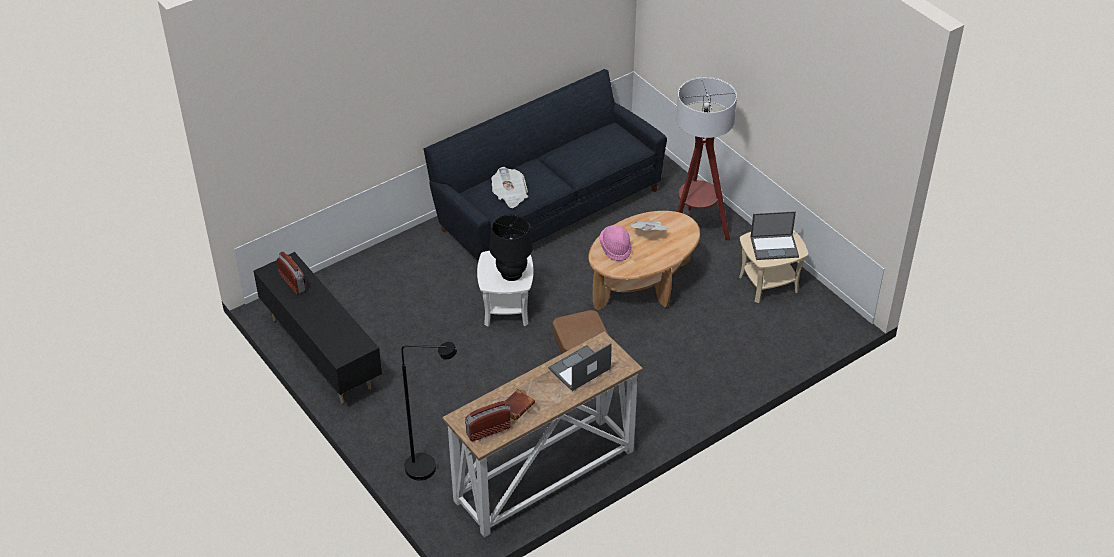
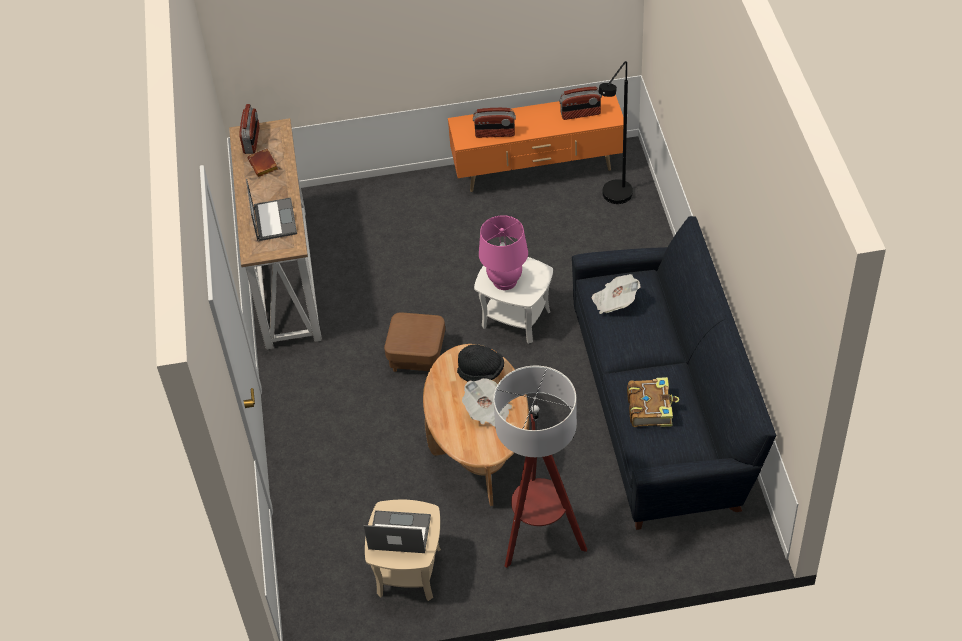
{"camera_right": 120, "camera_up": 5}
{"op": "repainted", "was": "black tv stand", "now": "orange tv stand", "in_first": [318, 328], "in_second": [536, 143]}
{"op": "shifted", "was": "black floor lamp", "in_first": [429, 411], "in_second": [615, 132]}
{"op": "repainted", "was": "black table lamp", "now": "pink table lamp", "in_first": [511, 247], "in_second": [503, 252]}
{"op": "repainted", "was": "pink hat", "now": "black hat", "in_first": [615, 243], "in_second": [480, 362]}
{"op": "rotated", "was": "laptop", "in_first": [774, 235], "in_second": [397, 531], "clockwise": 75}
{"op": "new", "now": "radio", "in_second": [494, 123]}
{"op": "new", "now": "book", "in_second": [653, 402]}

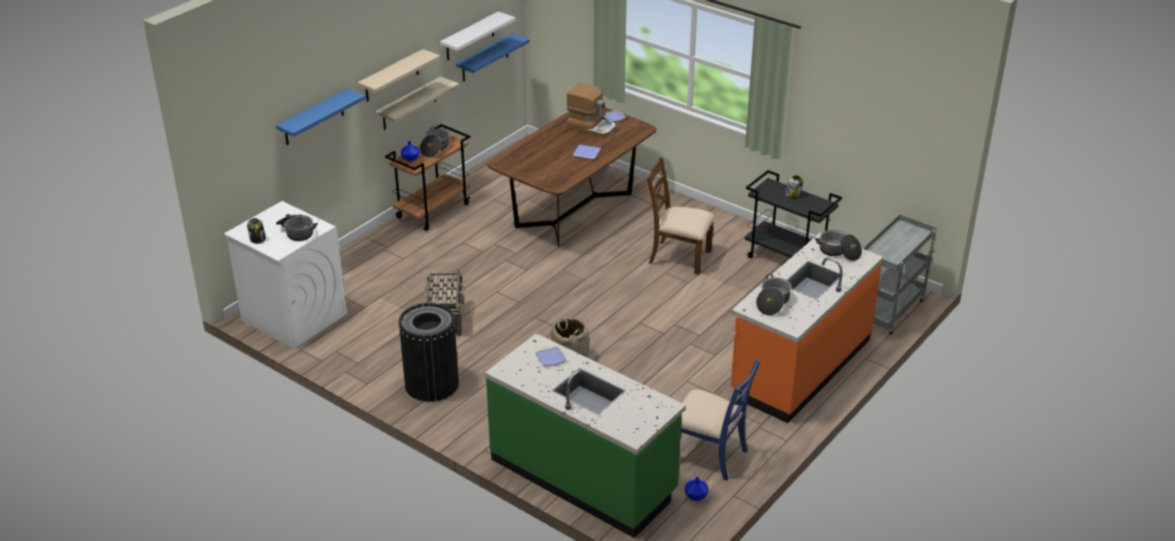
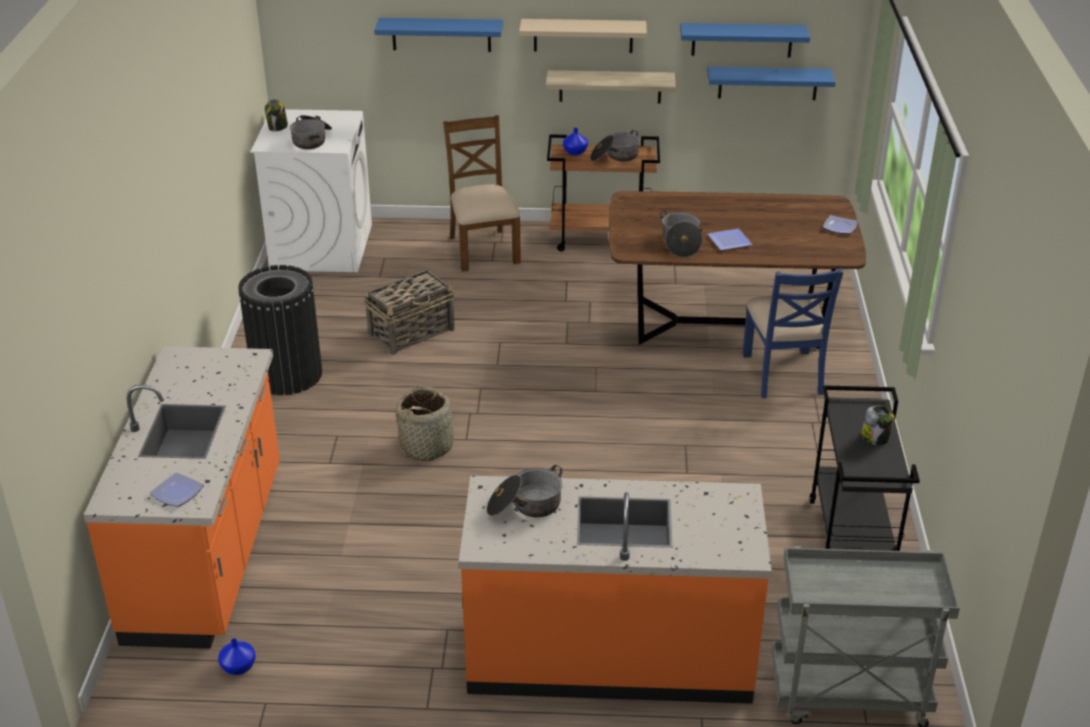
{"camera_right": 55, "camera_up": 0}
{"op": "repainted", "was": "white shelf", "now": "blue shelf", "in_first": [477, 35], "in_second": [745, 40]}
{"op": "repainted", "was": "green counter", "now": "orange counter", "in_first": [585, 435], "in_second": [182, 497]}
{"op": "shifted", "was": "plate", "in_first": [550, 356], "in_second": [177, 490]}
{"op": "gone", "was": "coffee machine", "in_first": [591, 110]}
{"op": "shifted", "was": "brown chair", "in_first": [681, 216], "in_second": [482, 193]}
{"op": "shifted", "was": "blue chair", "in_first": [720, 419], "in_second": [793, 333]}
{"op": "shifted", "was": "cooking pot", "in_first": [838, 245], "in_second": [681, 234]}

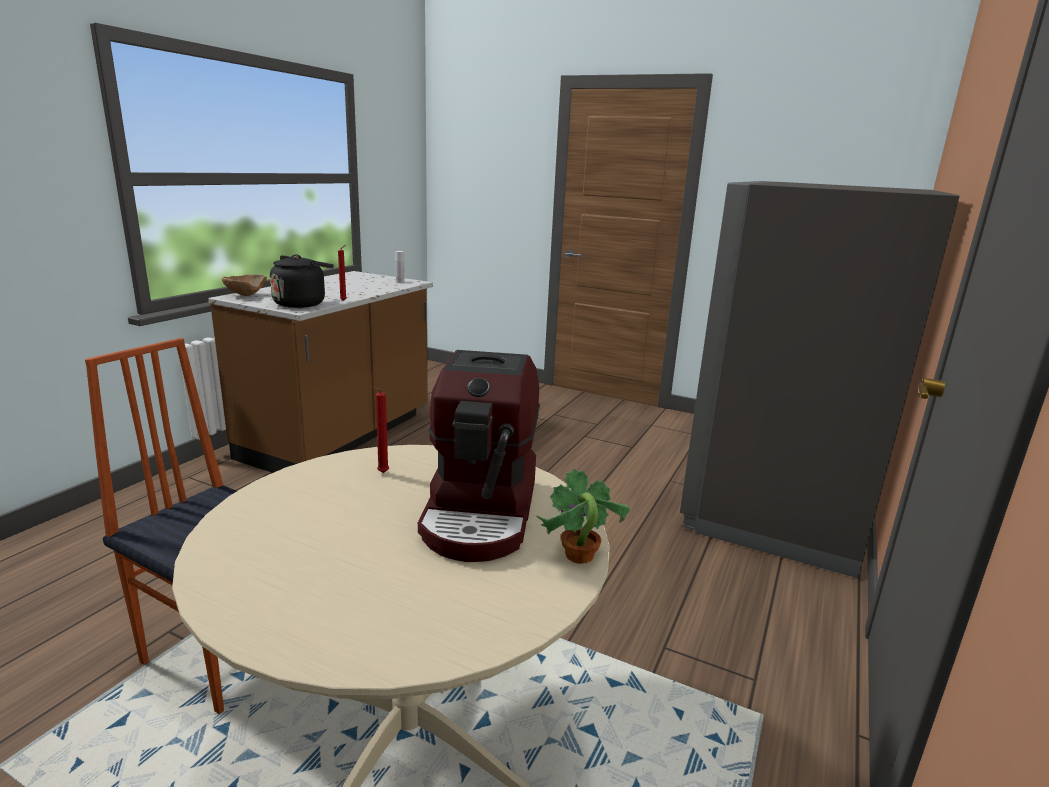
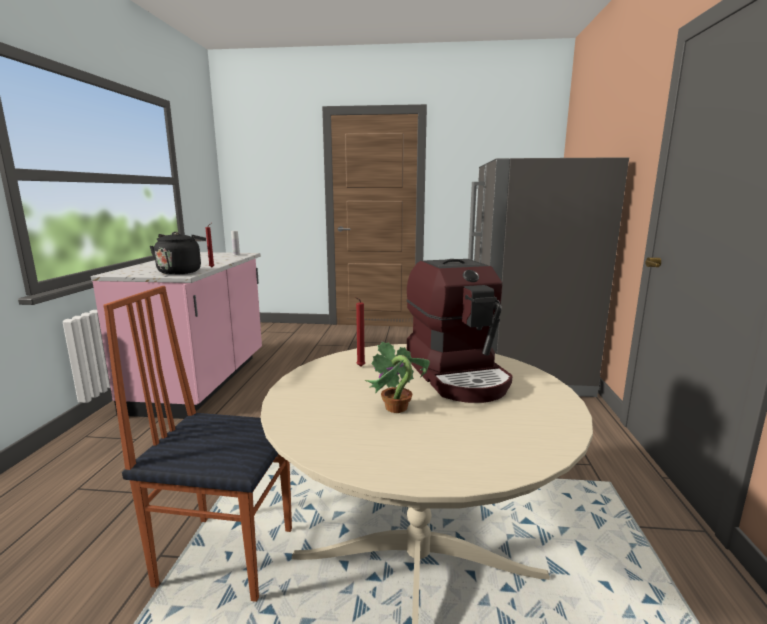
{"camera_right": -20, "camera_up": -5}
{"op": "repainted", "was": "brown counter", "now": "pink counter", "in_first": [320, 372], "in_second": [176, 335]}
{"op": "gone", "was": "brown bowl", "in_first": [244, 285]}
{"op": "shifted", "was": "potted plant", "in_first": [583, 516], "in_second": [397, 377]}

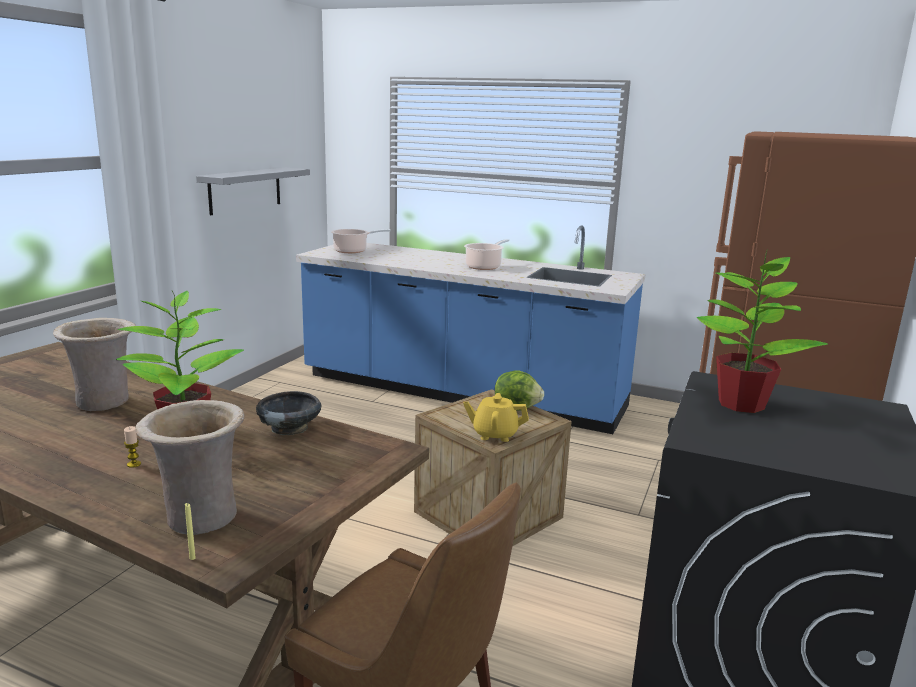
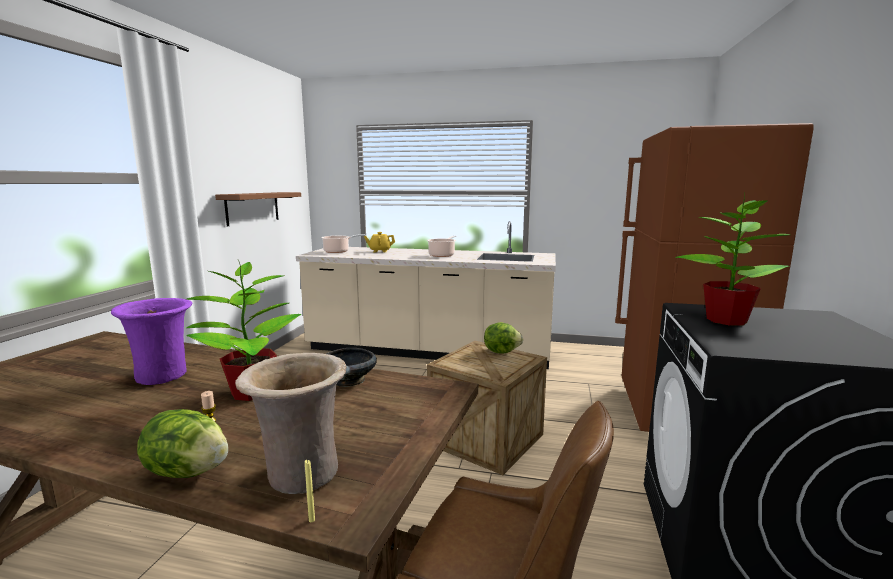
{"camera_right": -10, "camera_up": -5}
{"op": "repainted", "was": "beige vase", "now": "purple vase", "in_first": [94, 364], "in_second": [152, 341]}
{"op": "repainted", "was": "grey shelf", "now": "brown shelf", "in_first": [253, 191], "in_second": [258, 209]}
{"op": "repainted", "was": "blue counter", "now": "beige counter", "in_first": [471, 329], "in_second": [426, 295]}
{"op": "shifted", "was": "yellow teapot", "in_first": [496, 417], "in_second": [379, 242]}
{"op": "new", "now": "lettuce", "in_second": [182, 443]}

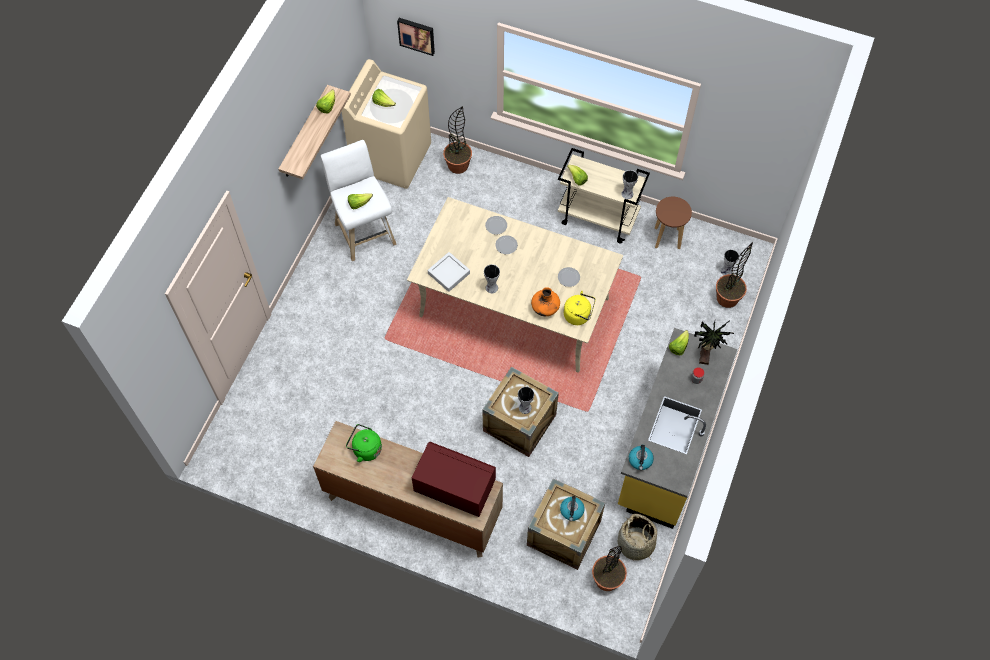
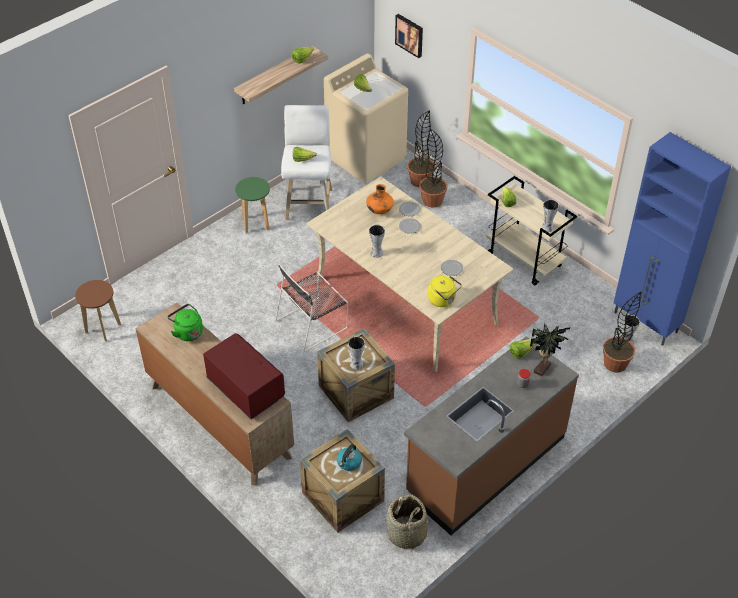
{"camera_right": 25, "camera_up": -15}
{"op": "gone", "was": "grey tray", "in_first": [449, 272]}
{"op": "shifted", "was": "orange vase", "in_first": [545, 301], "in_second": [380, 199]}
{"op": "shifted", "was": "potted plant", "in_first": [609, 568], "in_second": [433, 167]}
{"op": "repainted", "was": "yellow counter", "now": "brown counter", "in_first": [677, 428], "in_second": [491, 435]}
{"op": "gone", "was": "kettle", "in_first": [641, 457]}
{"op": "shifted", "was": "brown stool", "in_first": [673, 223], "in_second": [98, 310]}
{"op": "new", "now": "green stool", "in_second": [252, 205]}
{"op": "new", "now": "black chair", "in_second": [311, 307]}
{"op": "new", "now": "blue cabinet", "in_second": [672, 239]}

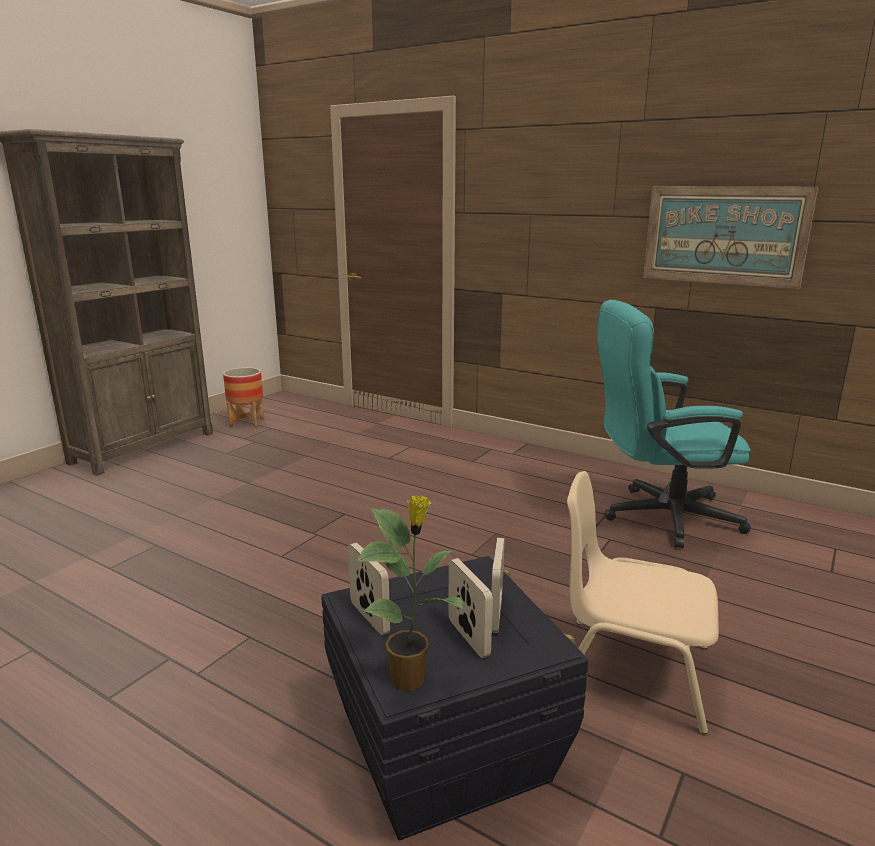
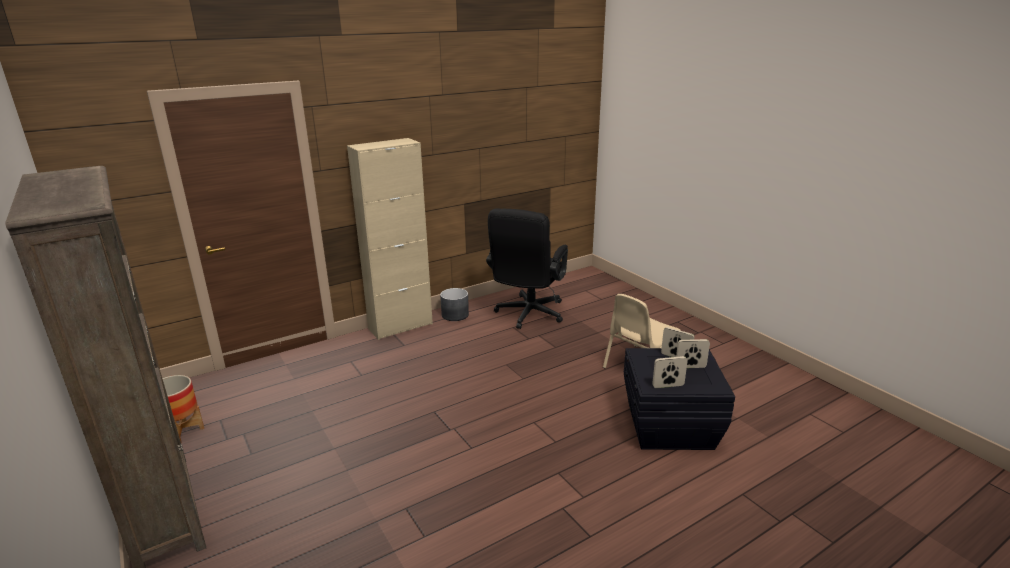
{"camera_right": -65, "camera_up": 5}
{"op": "gone", "was": "potted plant", "in_first": [409, 593]}
{"op": "repainted", "was": "turquoise office chair", "now": "black office chair", "in_first": [674, 424], "in_second": [527, 268]}
{"op": "gone", "was": "picture", "in_first": [730, 237]}
{"op": "new", "now": "beige cabinet", "in_second": [390, 239]}
{"op": "new", "now": "grey planter", "in_second": [454, 304]}

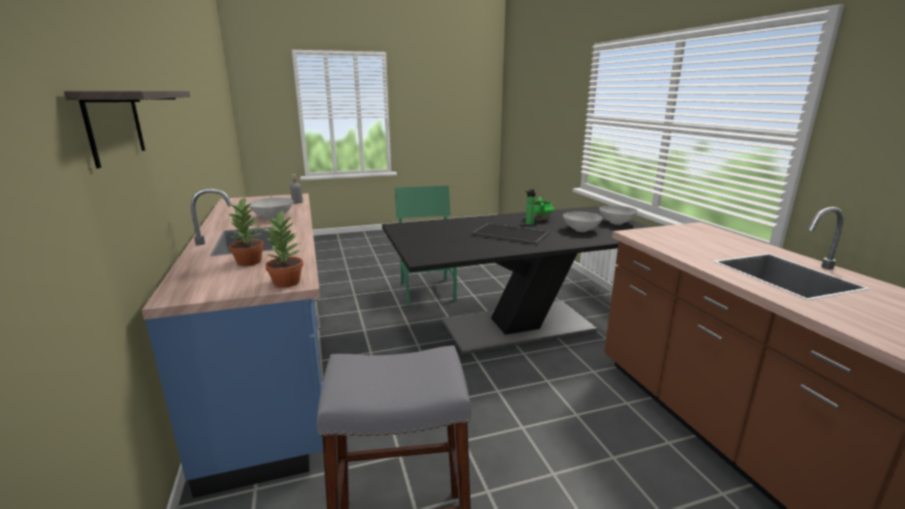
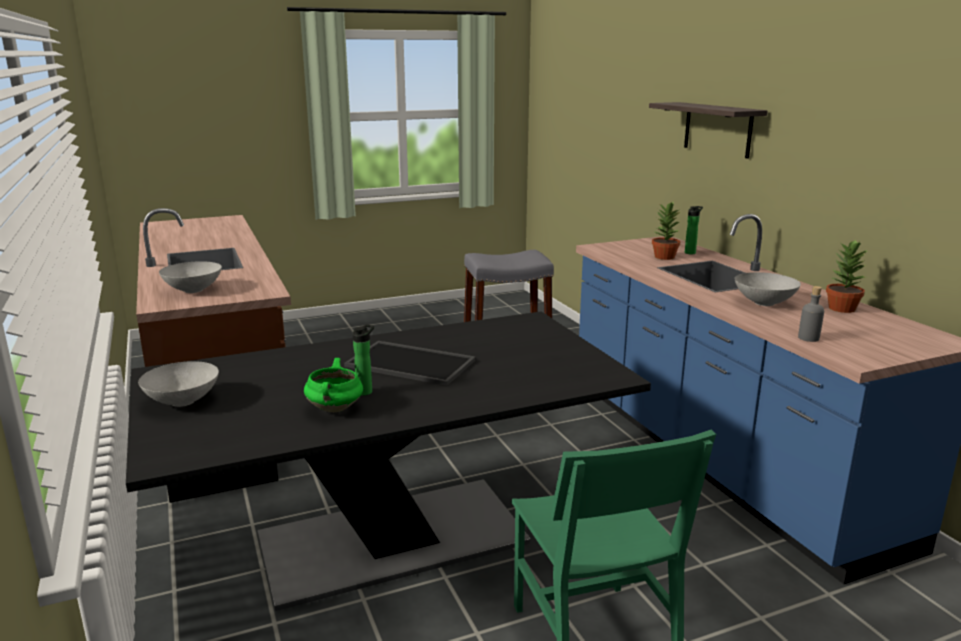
{"camera_right": 175, "camera_up": 0}
{"op": "shifted", "was": "potted plant", "in_first": [282, 249], "in_second": [846, 276]}
{"op": "shifted", "was": "grey bowl", "in_first": [583, 222], "in_second": [190, 277]}
{"op": "new", "now": "bottle", "in_second": [694, 230]}

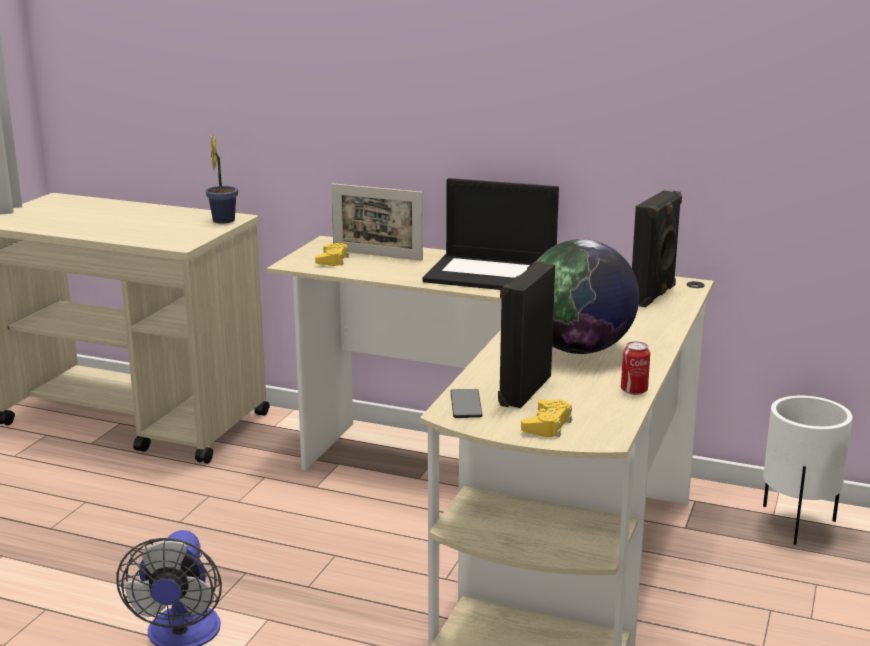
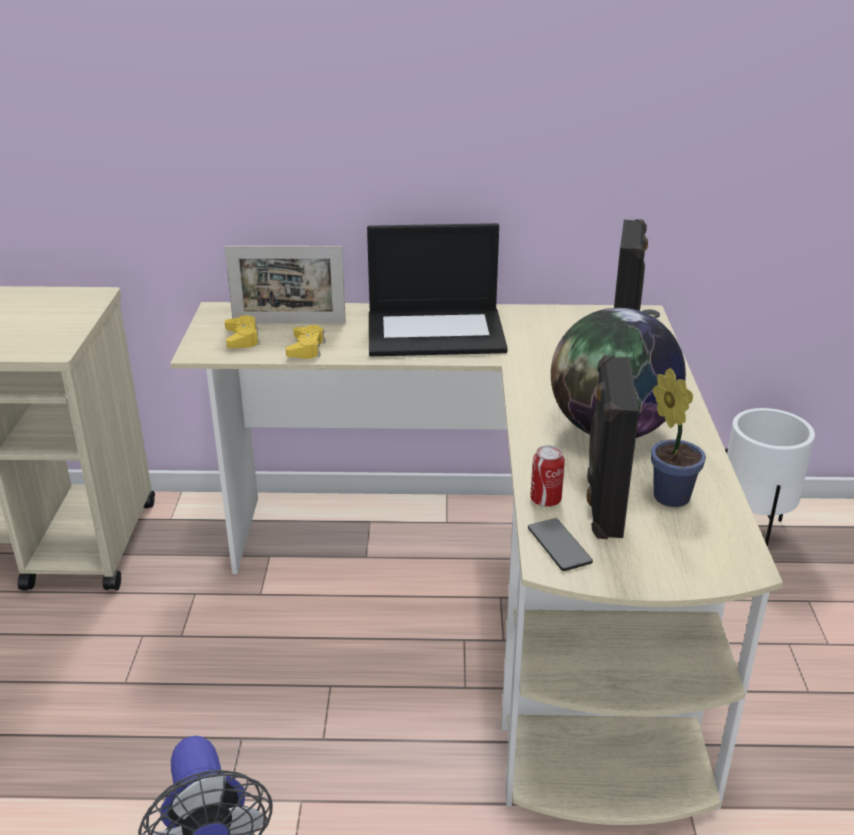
{"camera_right": -20, "camera_up": 10}
{"op": "shifted", "was": "potted plant", "in_first": [222, 179], "in_second": [678, 437]}
{"op": "shifted", "was": "yellow game controller", "in_first": [546, 418], "in_second": [305, 342]}
{"op": "shifted", "was": "can", "in_first": [635, 368], "in_second": [547, 476]}

